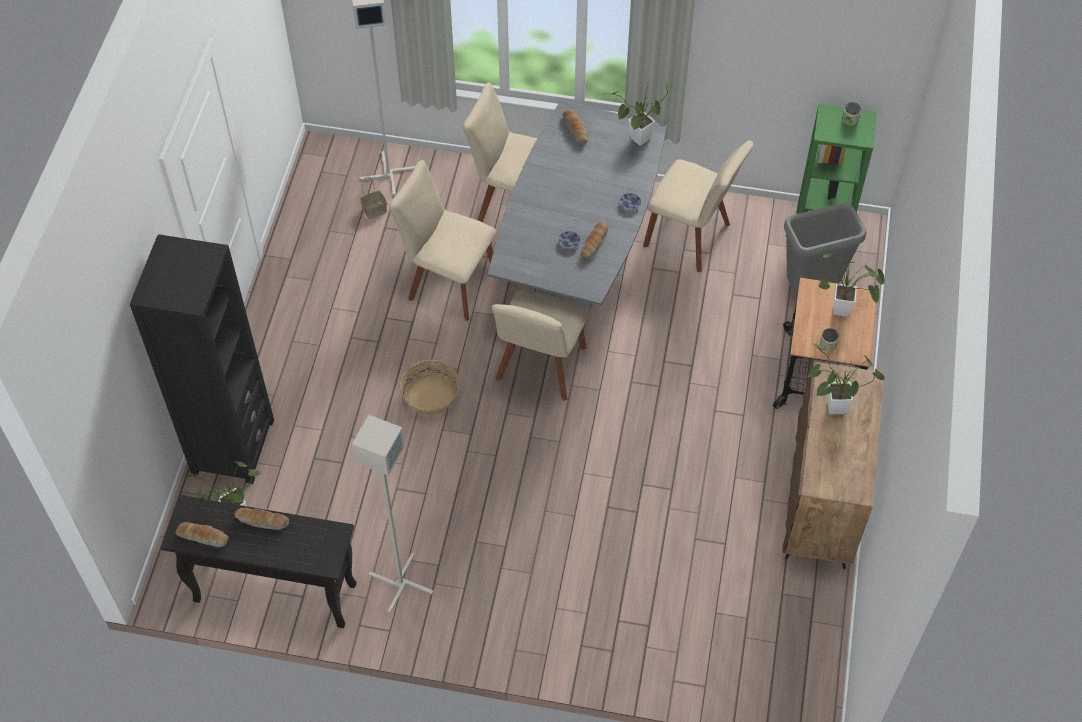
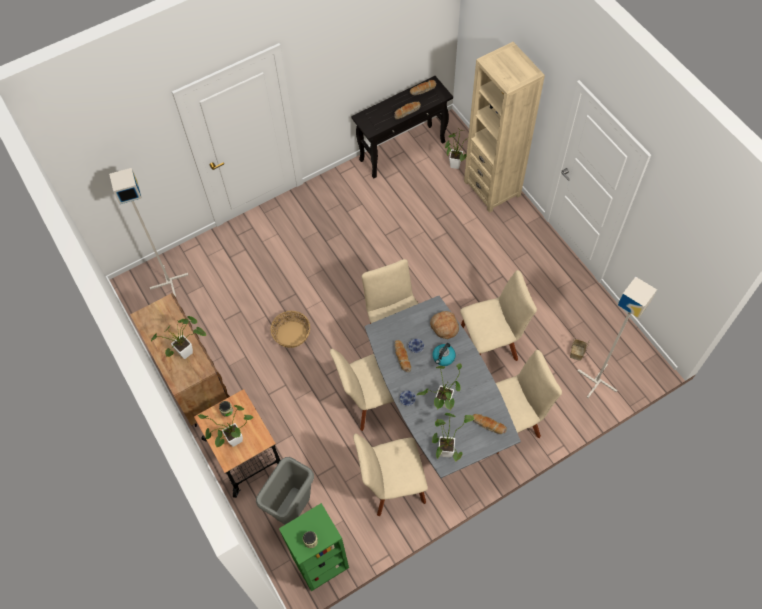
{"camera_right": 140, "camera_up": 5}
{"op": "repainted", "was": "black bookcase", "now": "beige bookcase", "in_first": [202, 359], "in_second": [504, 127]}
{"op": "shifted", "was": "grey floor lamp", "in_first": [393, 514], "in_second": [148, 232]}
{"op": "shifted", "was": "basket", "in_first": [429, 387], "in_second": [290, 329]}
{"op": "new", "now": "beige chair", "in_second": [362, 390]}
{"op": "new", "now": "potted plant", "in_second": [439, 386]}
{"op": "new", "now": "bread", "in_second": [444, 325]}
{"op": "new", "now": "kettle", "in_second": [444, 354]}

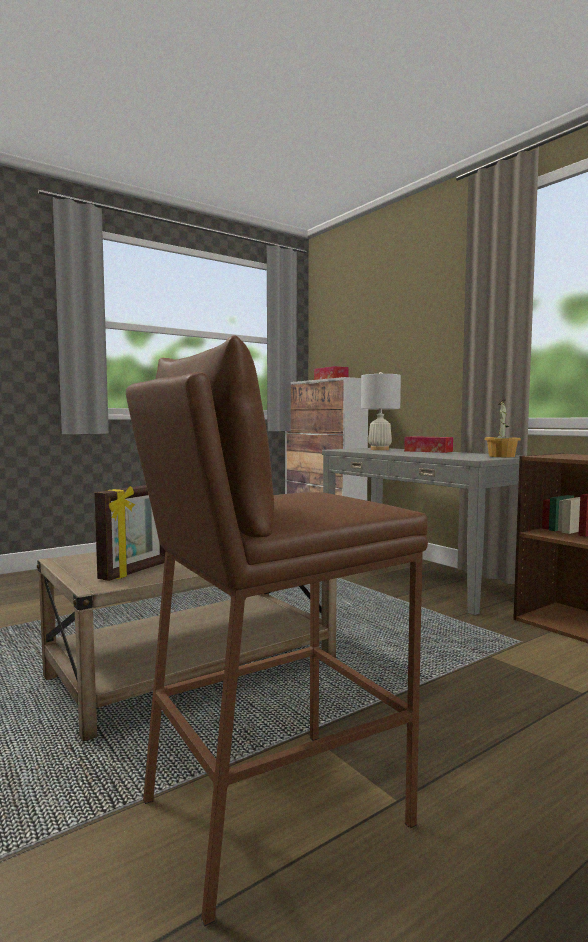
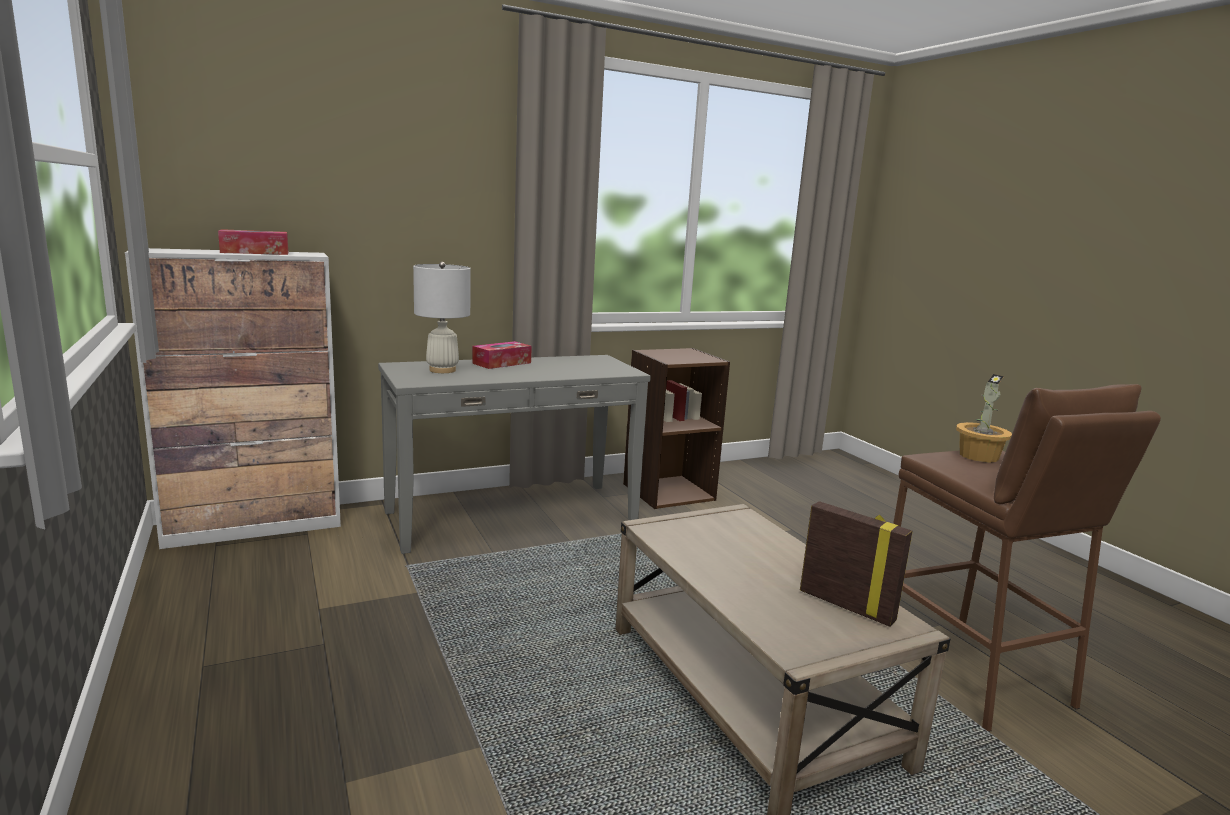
{"camera_right": -80, "camera_up": 10}
{"op": "shifted", "was": "potted plant", "in_first": [503, 428], "in_second": [984, 418]}

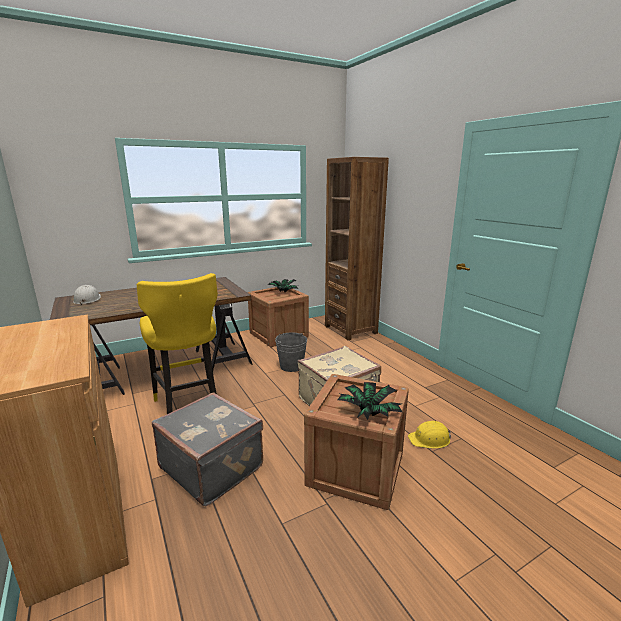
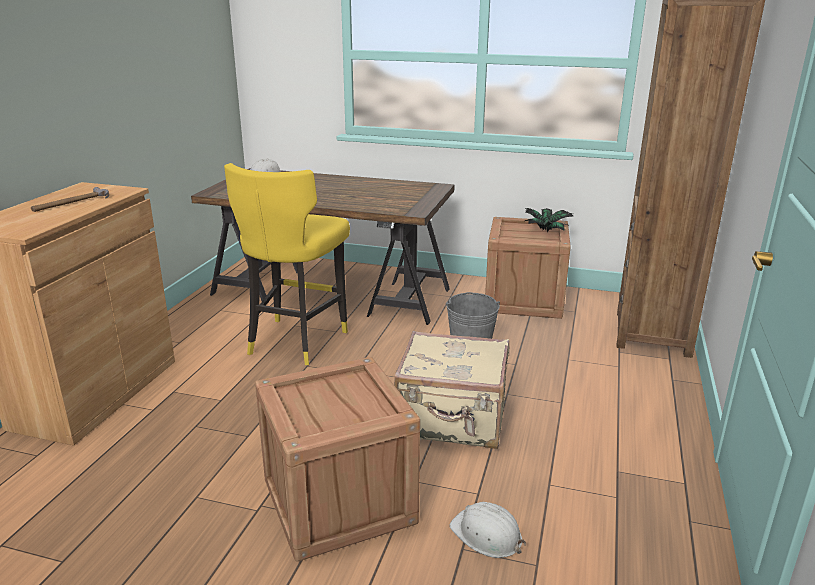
{"camera_right": 45, "camera_up": 5}
{"op": "gone", "was": "grey suitcase", "in_first": [207, 449]}
{"op": "gone", "was": "potted plant", "in_first": [369, 401]}
{"op": "repainted", "was": "yellow hard hat", "now": "white hard hat", "in_first": [429, 435], "in_second": [487, 530]}
{"op": "new", "now": "hammer", "in_second": [70, 199]}

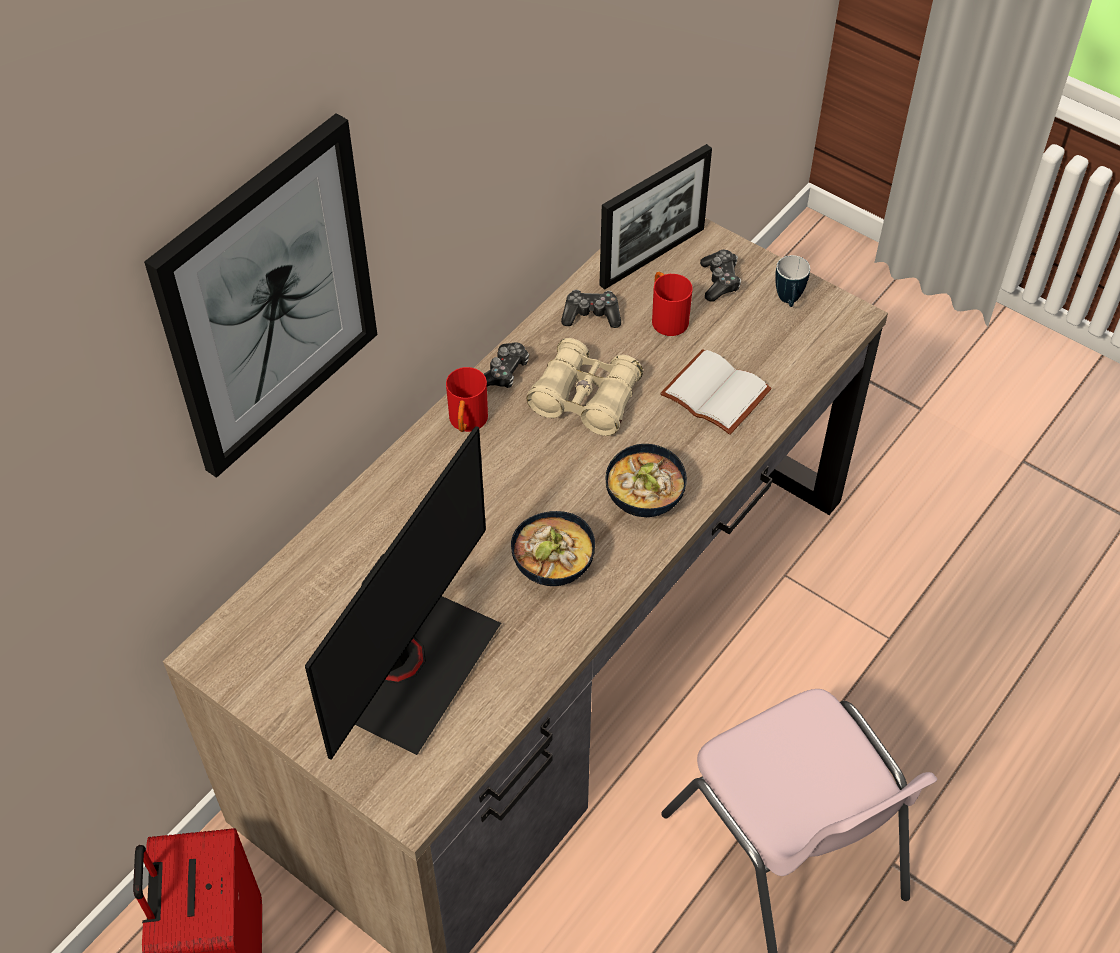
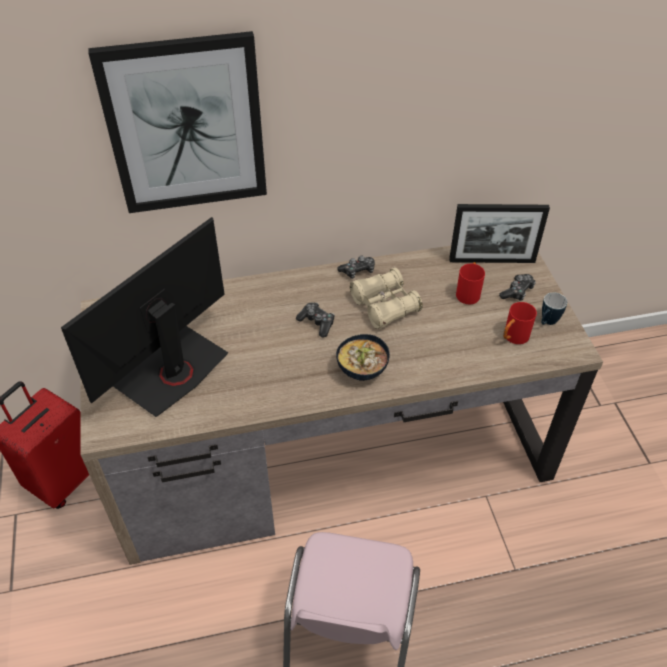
{"camera_right": 40, "camera_up": -5}
{"op": "rotated", "was": "monitor", "in_first": [403, 593], "in_second": [145, 317], "clockwise": 150}
{"op": "shifted", "was": "red mug", "in_first": [467, 399], "in_second": [520, 323]}
{"op": "gone", "was": "bowl", "in_first": [553, 548]}
{"op": "shifted", "was": "game controller", "in_first": [591, 309], "in_second": [315, 320]}
{"op": "gone", "was": "white book", "in_first": [716, 392]}

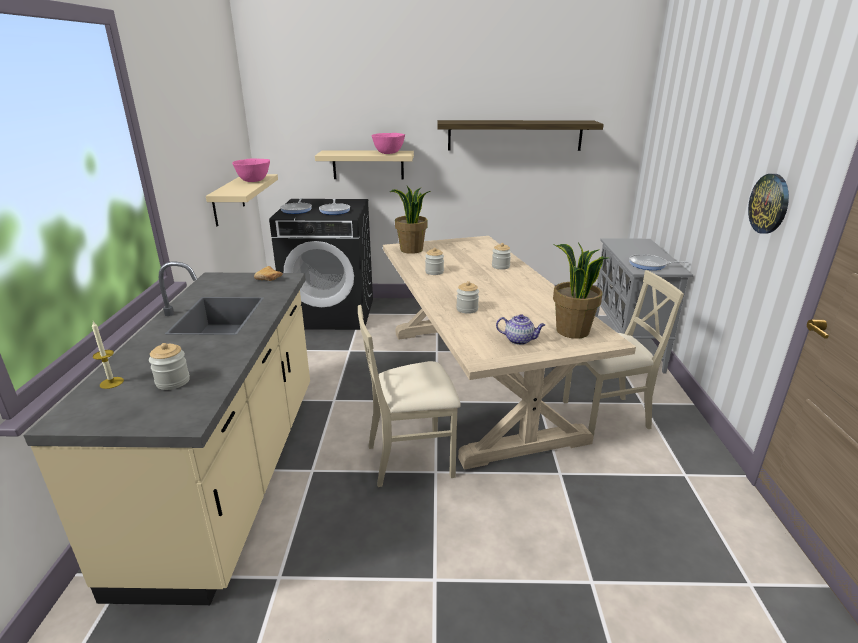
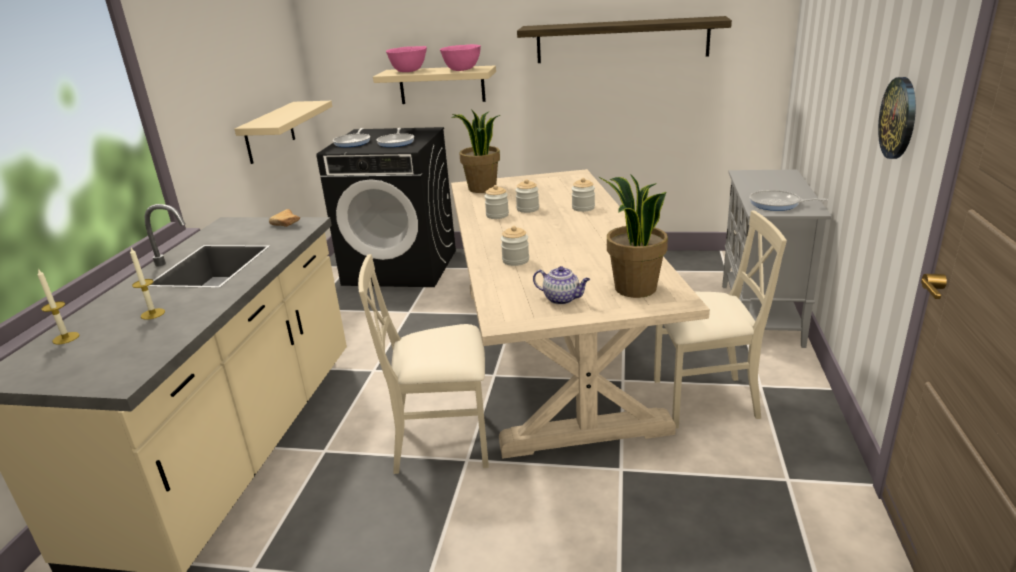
{"camera_right": 10, "camera_up": 0}
{"op": "shifted", "was": "jar", "in_first": [169, 366], "in_second": [527, 196]}
{"op": "shifted", "was": "pink bowl", "in_first": [251, 170], "in_second": [406, 59]}
{"op": "new", "now": "candle", "in_second": [147, 284]}

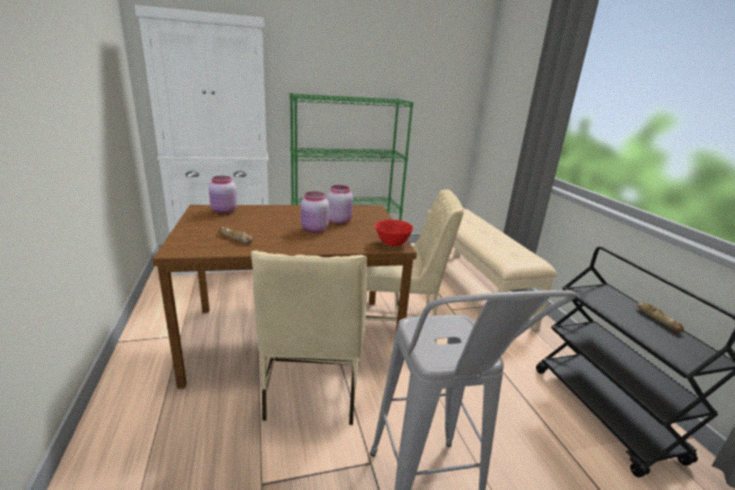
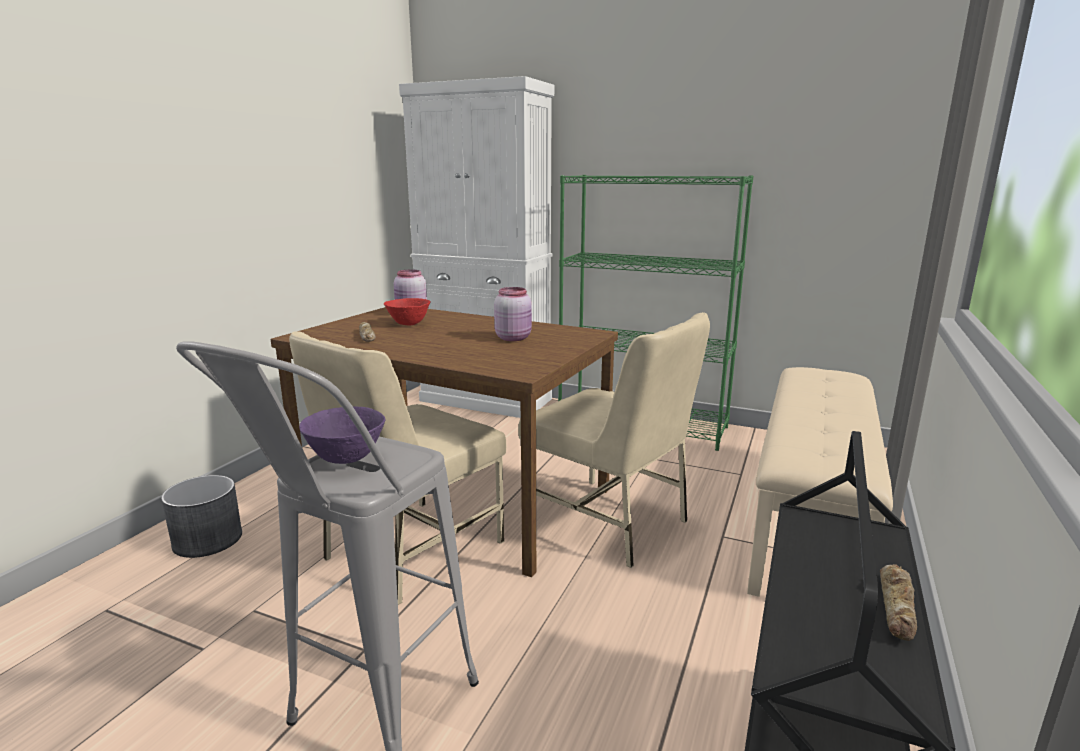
{"camera_right": 40, "camera_up": -5}
{"op": "gone", "was": "pink jar", "in_first": [315, 212]}
{"op": "shifted", "was": "red bowl", "in_first": [394, 233], "in_second": [407, 312]}
{"op": "new", "now": "grey planter", "in_second": [201, 516]}
{"op": "new", "now": "purple bowl", "in_second": [342, 435]}

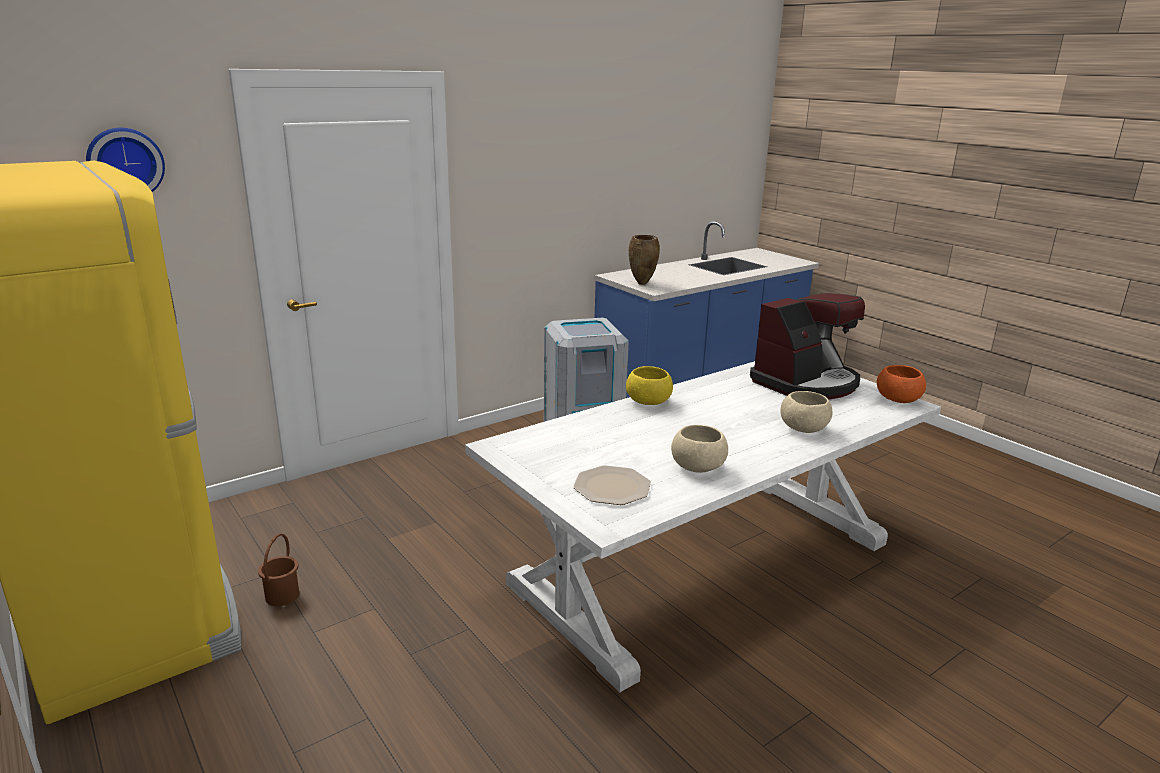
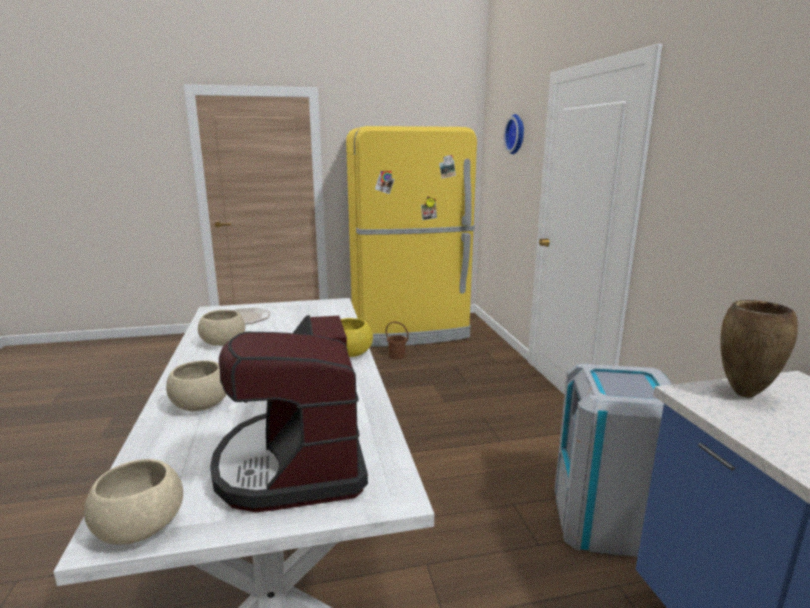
{"camera_right": 115, "camera_up": -5}
{"op": "repainted", "was": "orange bowl", "now": "beige bowl", "in_first": [901, 384], "in_second": [133, 502]}

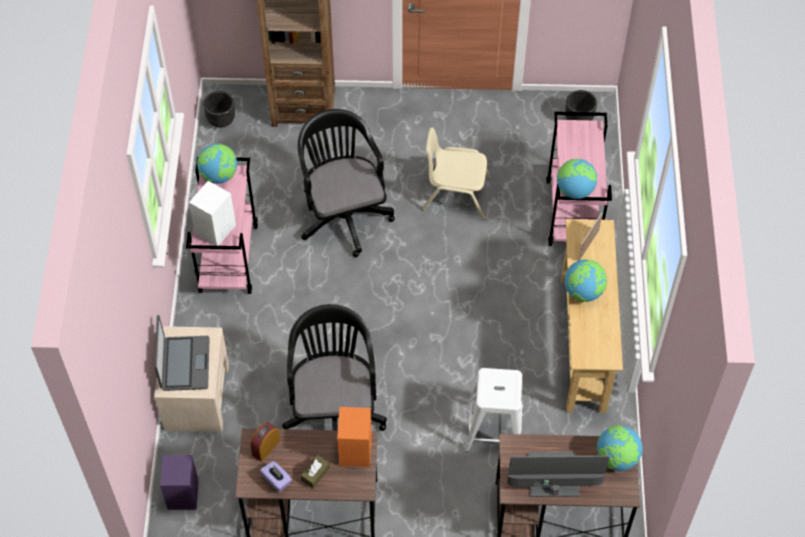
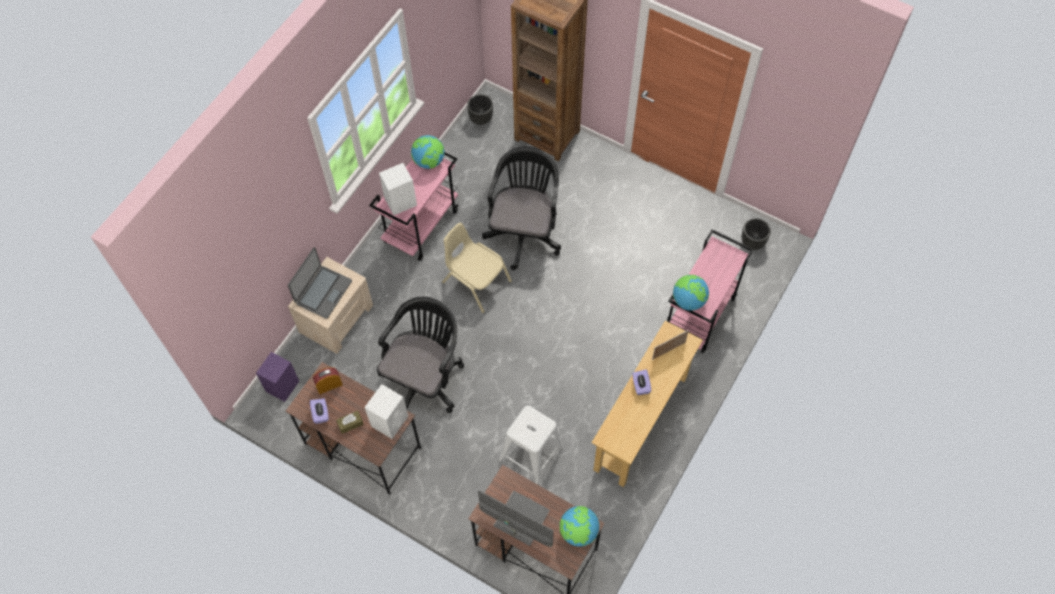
{"camera_right": 30, "camera_up": 5}
{"op": "repainted", "was": "orange speaker", "now": "white speaker", "in_first": [354, 437], "in_second": [386, 411]}
{"op": "shifted", "was": "beige chair", "in_first": [456, 174], "in_second": [477, 267]}
{"op": "swapped", "was": "globe", "now": "purple tissue box", "in_first": [585, 281], "in_second": [641, 382]}

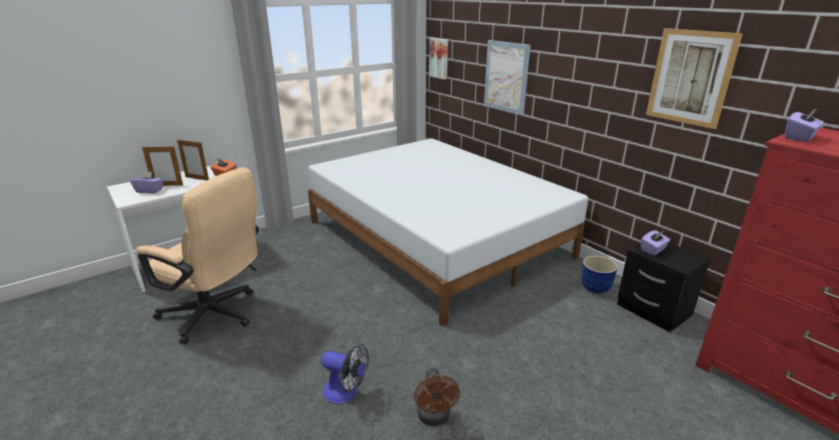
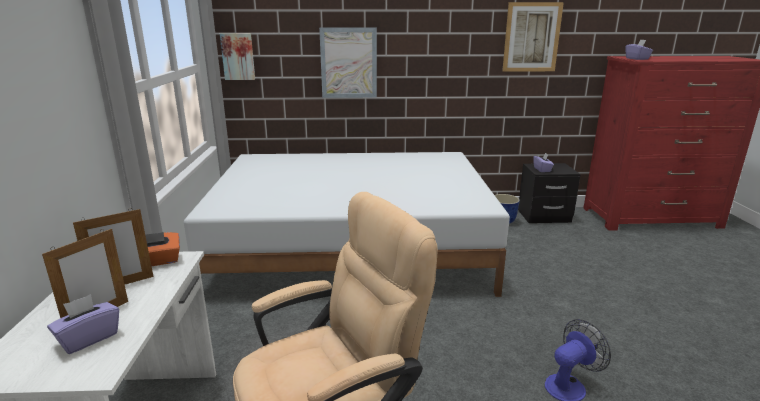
{"camera_right": -55, "camera_up": -5}
{"op": "gone", "was": "brown fan", "in_first": [437, 397]}

